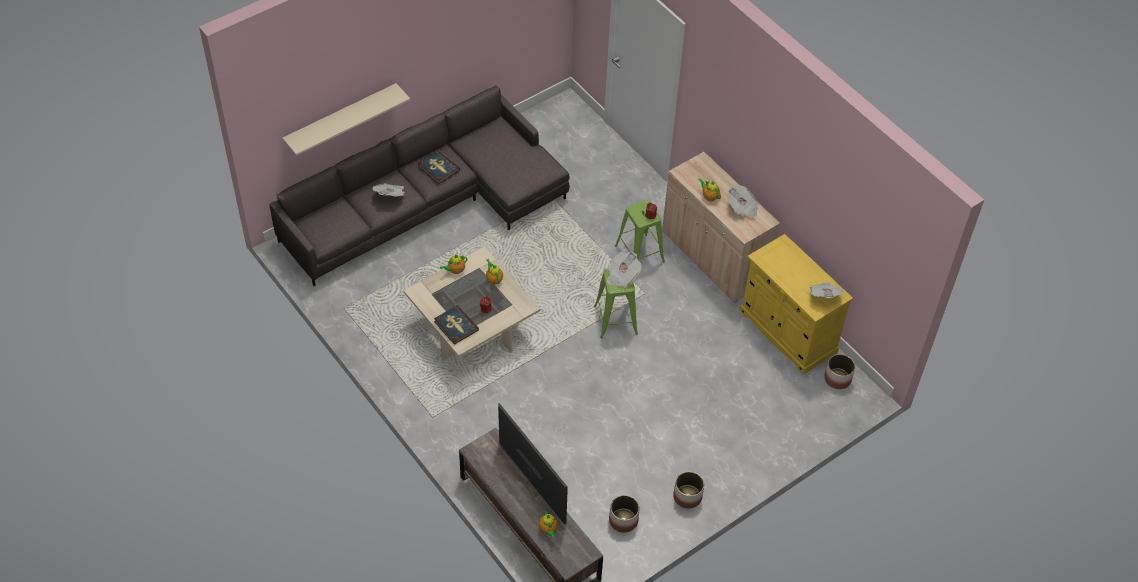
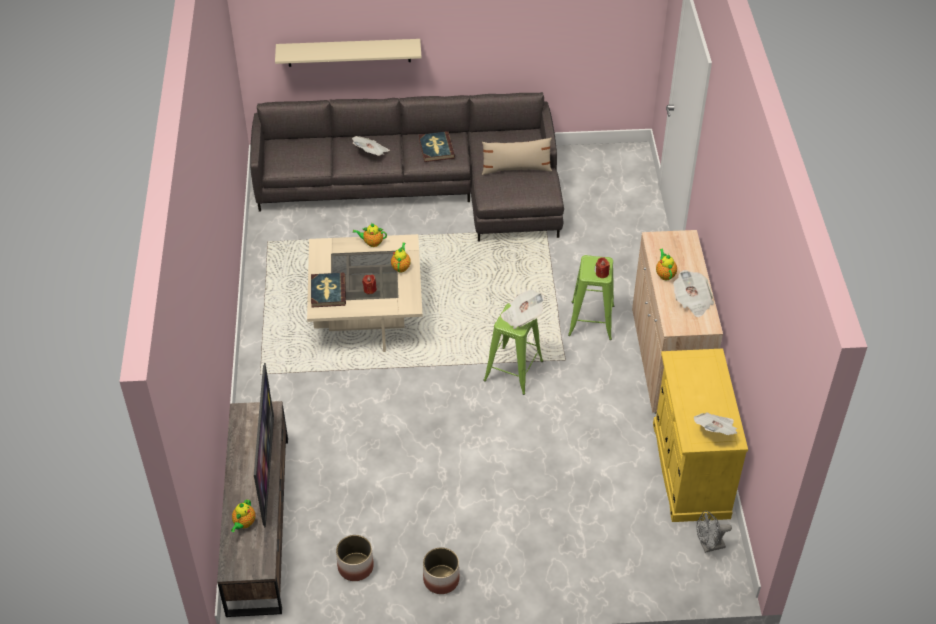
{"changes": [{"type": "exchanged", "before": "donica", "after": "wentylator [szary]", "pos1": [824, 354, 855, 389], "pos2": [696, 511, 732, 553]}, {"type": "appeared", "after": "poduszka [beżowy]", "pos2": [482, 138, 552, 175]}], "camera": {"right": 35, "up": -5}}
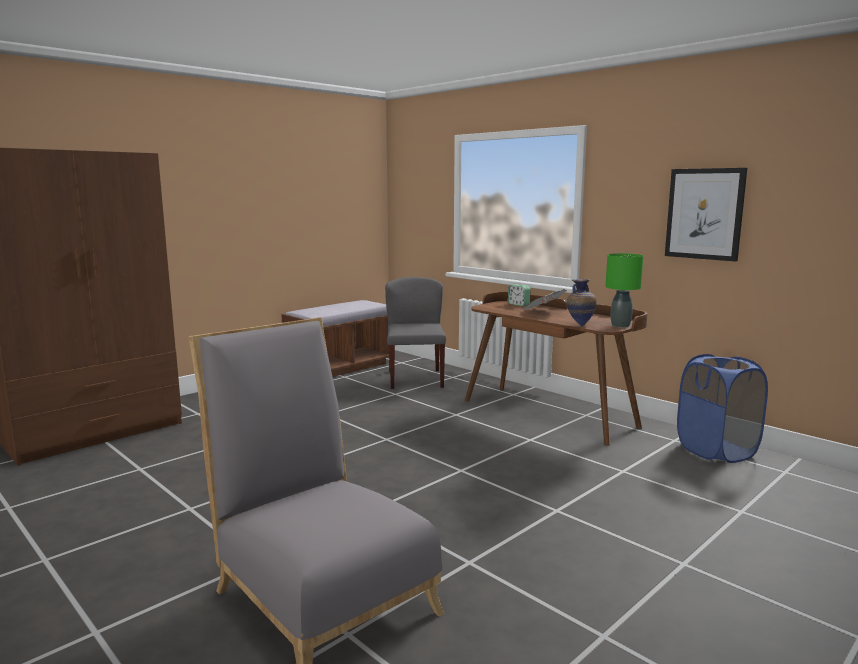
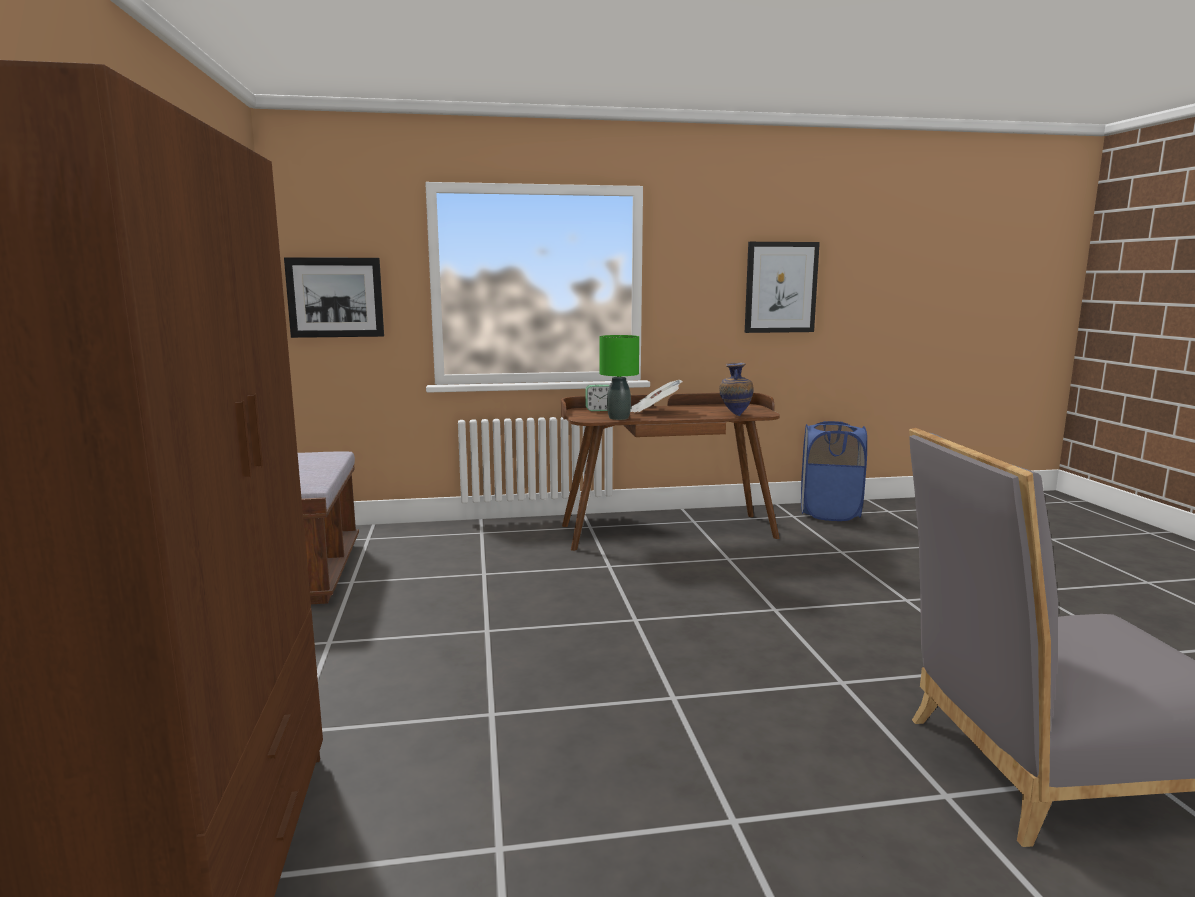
{"changes": [{"type": "missing", "before": "krzesło [szary]", "pos1": [385, 277, 446, 389]}, {"type": "relocated", "before": "lampa stołowa [zielony]", "pos1": [606, 253, 643, 327], "pos2": [600, 335, 639, 420]}, {"type": "appeared", "after": "obraz", "pos2": [284, 257, 384, 338]}], "camera": {"right": -55, "up": 0}}
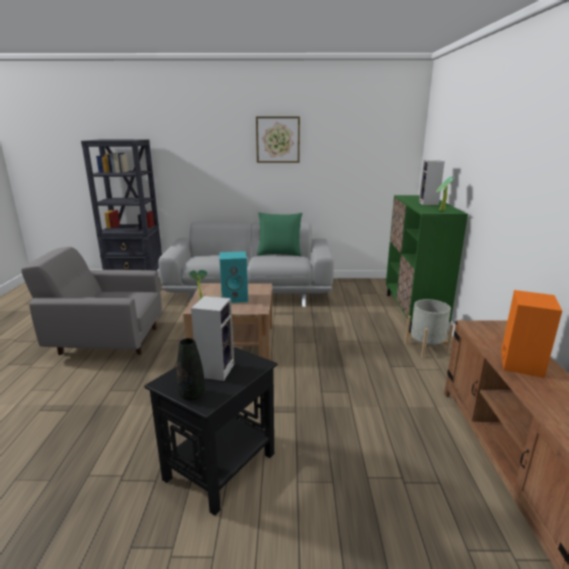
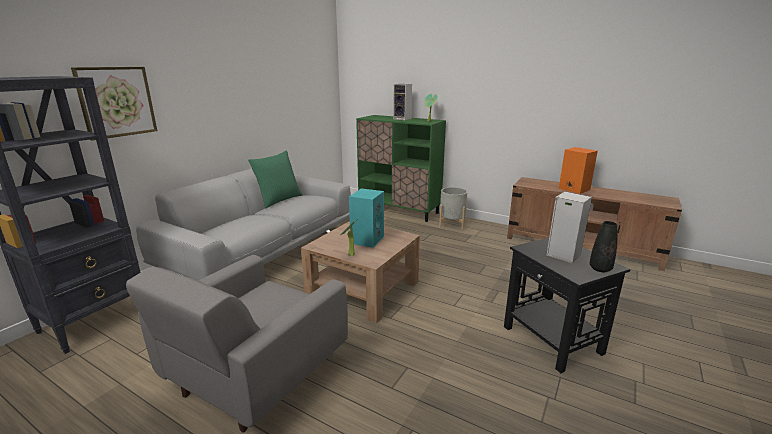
{"changes": [{"type": "relocated", "before": "obraz", "pos1": [256, 117, 300, 163], "pos2": [71, 67, 157, 141]}], "camera": {"right": -60, "up": 0}}
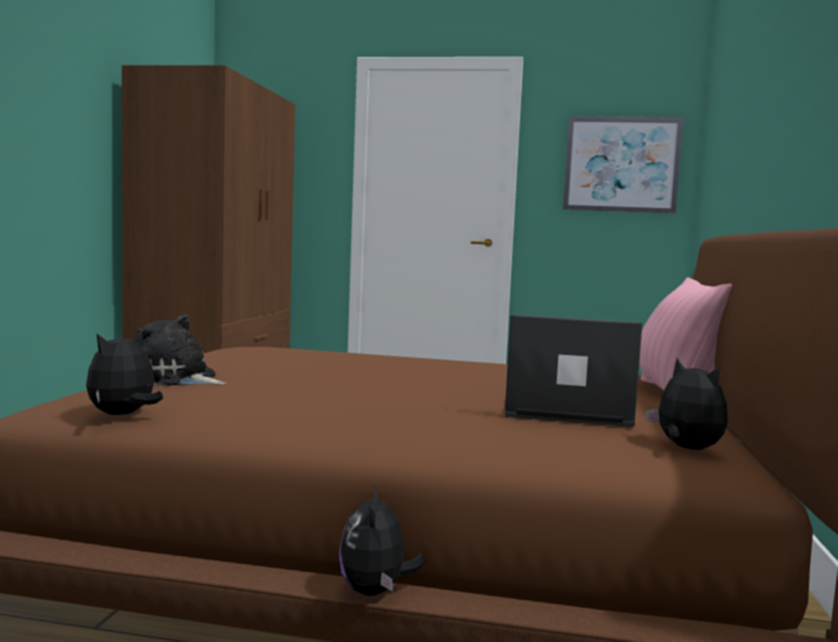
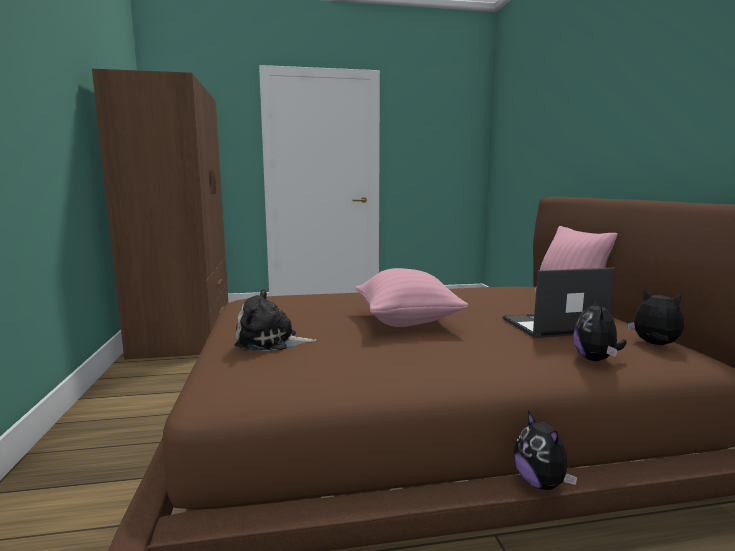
{"changes": [{"type": "relocated", "before": "pluszak", "pos1": [86, 330, 163, 415], "pos2": [574, 298, 627, 361]}, {"type": "missing", "before": "obraz", "pos1": [563, 116, 684, 214]}, {"type": "appeared", "after": "poduszka [różowy]", "pos2": [355, 268, 468, 327]}], "camera": {"right": -20, "up": 5}}
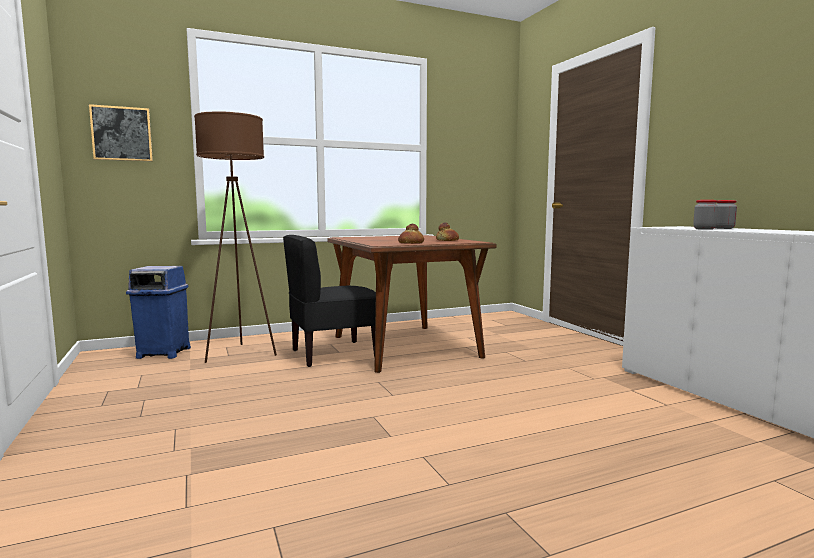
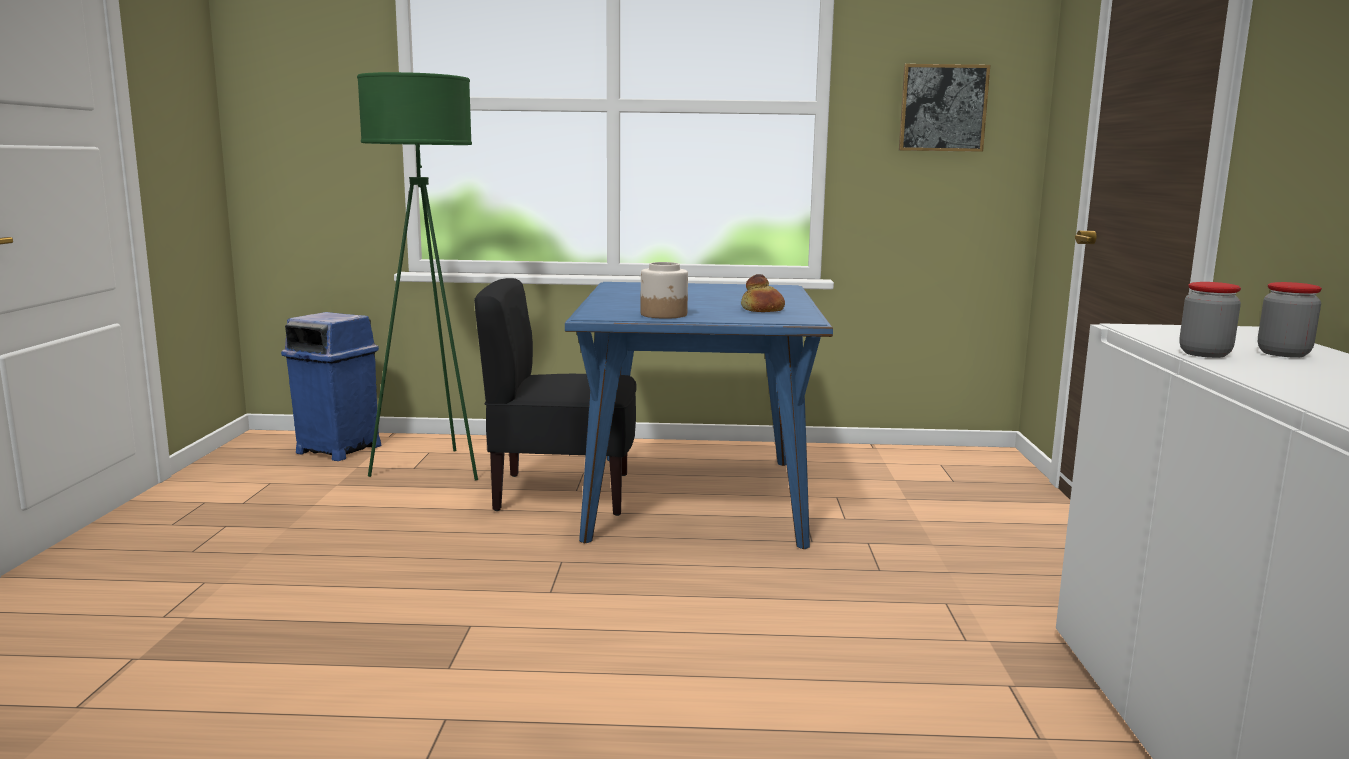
{"changes": [{"type": "relocated", "before": "obraz", "pos1": [89, 104, 153, 161], "pos2": [899, 64, 990, 152]}, {"type": "colour", "before": "lampa stojąca [brązowy]", "after": "lampa stojąca [zielony]", "pos1": [194, 111, 277, 363], "pos2": [357, 72, 478, 480]}, {"type": "colour", "before": "stół jadalny [brązowy]", "after": "stół jadalny [niebieski]", "pos1": [327, 235, 496, 373], "pos2": [565, 282, 833, 549]}, {"type": "exchanged", "before": "chleb", "after": "słoik", "pos1": [398, 224, 424, 244], "pos2": [641, 262, 688, 319]}], "camera": {"right": 25, "up": 5}}
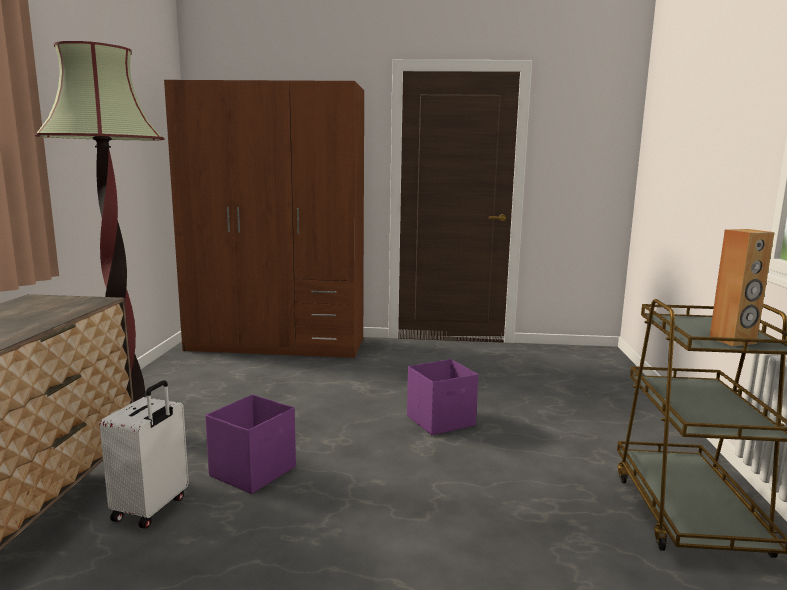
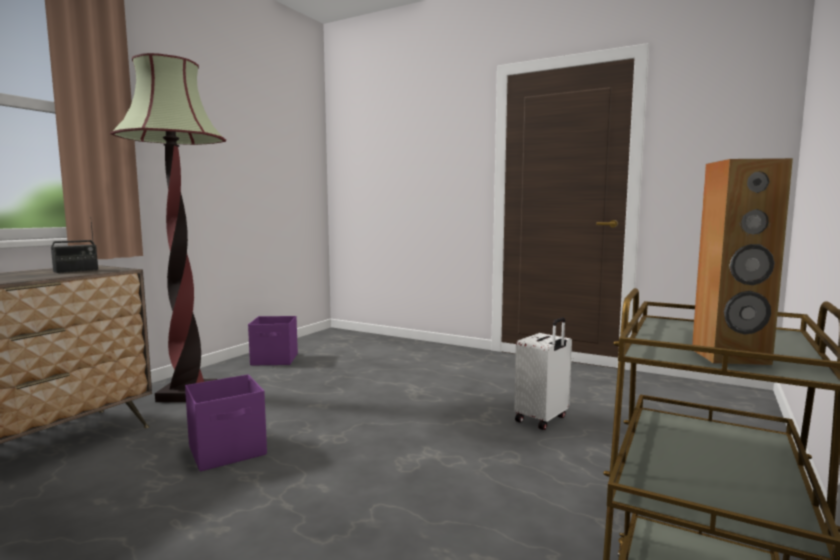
{"changes": [{"type": "relocated", "before": "walizka [biały]", "pos1": [99, 380, 189, 529], "pos2": [514, 317, 572, 430]}, {"type": "missing", "before": "szafa [brązowy]", "pos1": [164, 80, 364, 358]}, {"type": "relocated", "before": "pojemnik do przechowywania [fioletowy]", "pos1": [407, 359, 478, 435], "pos2": [248, 316, 298, 365]}, {"type": "appeared", "after": "radio", "pos2": [51, 222, 98, 273]}], "camera": {"right": 25, "up": -5}}
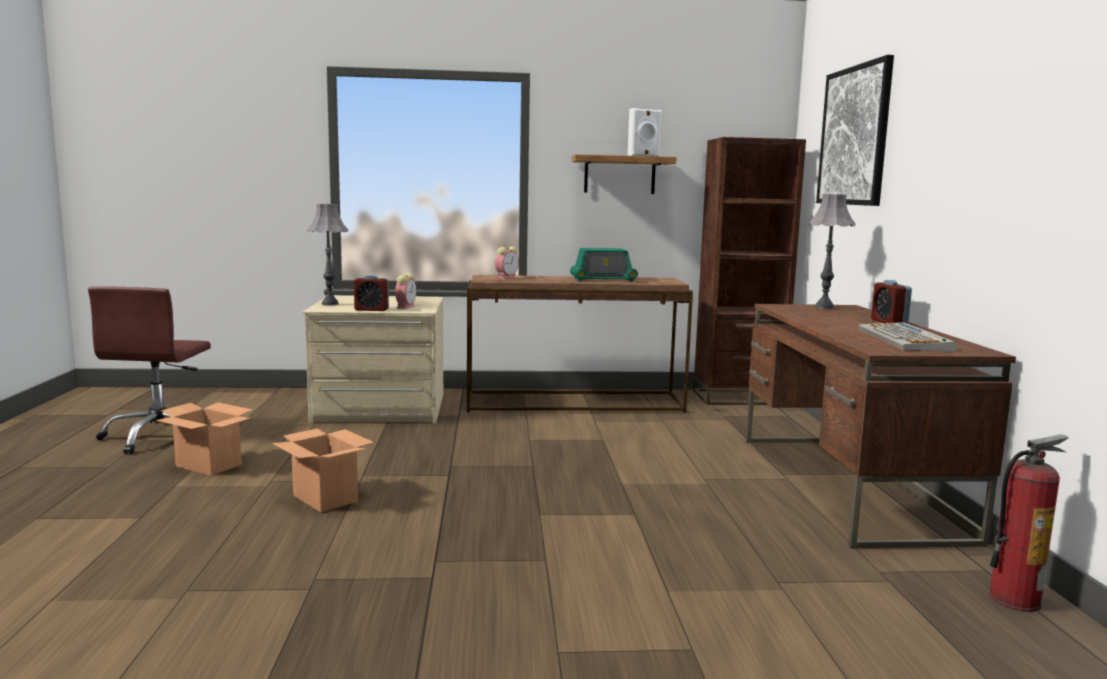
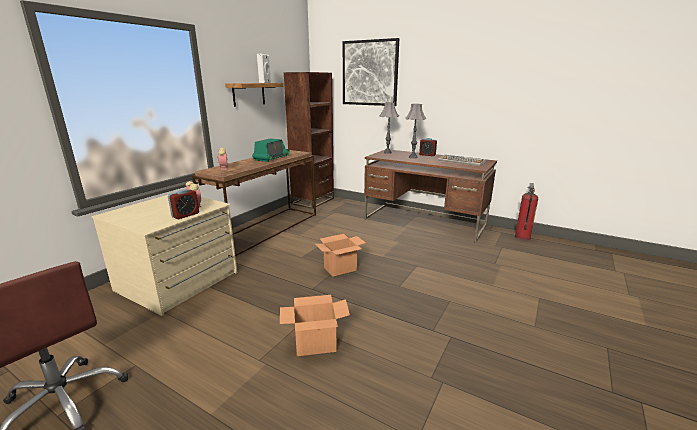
{"changes": [{"type": "relocated", "before": "karton", "pos1": [156, 402, 252, 476], "pos2": [315, 234, 366, 277]}, {"type": "relocated", "before": "lampa stołowa [szary]", "pos1": [307, 204, 348, 306], "pos2": [405, 104, 426, 159]}], "camera": {"right": -55, "up": 10}}
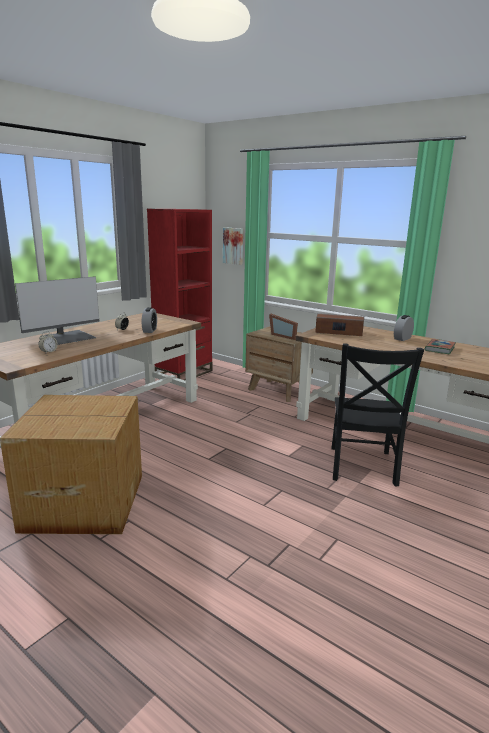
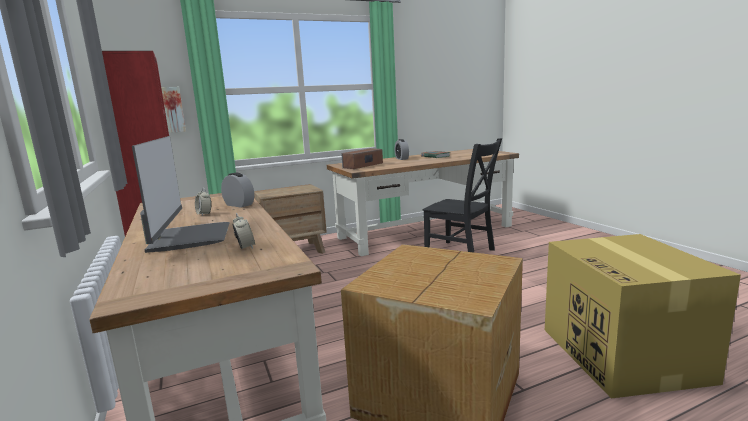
{"changes": [{"type": "missing", "before": "ramka na zdjęcie", "pos1": [269, 314, 298, 340]}, {"type": "appeared", "after": "karton", "pos2": [545, 234, 741, 398]}], "camera": {"right": -60, "up": -5}}
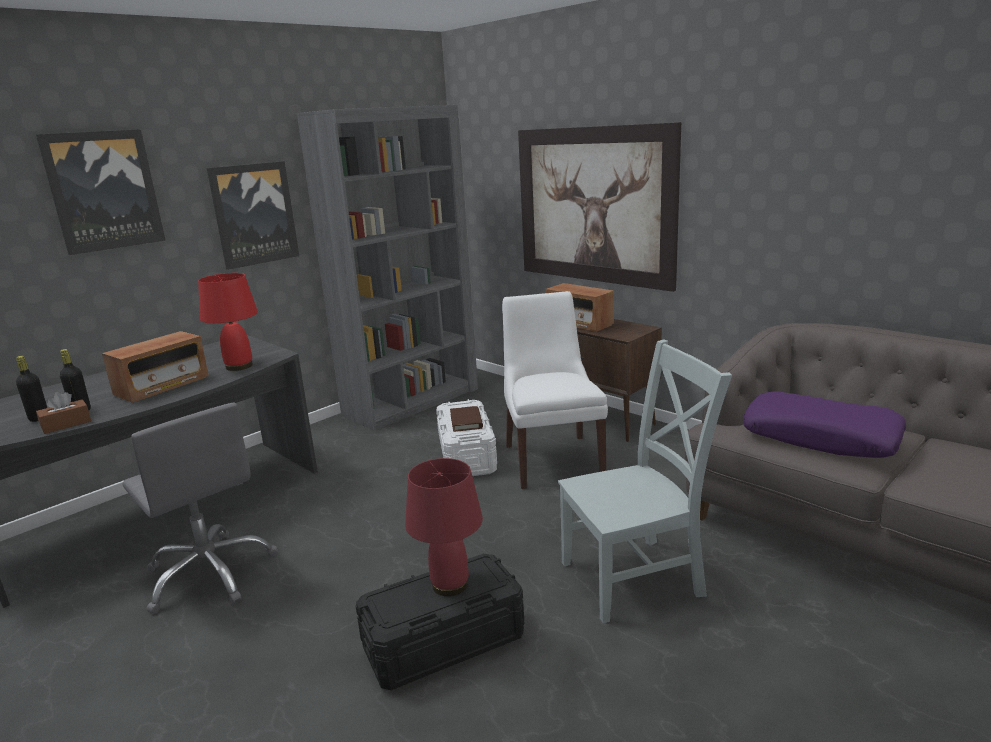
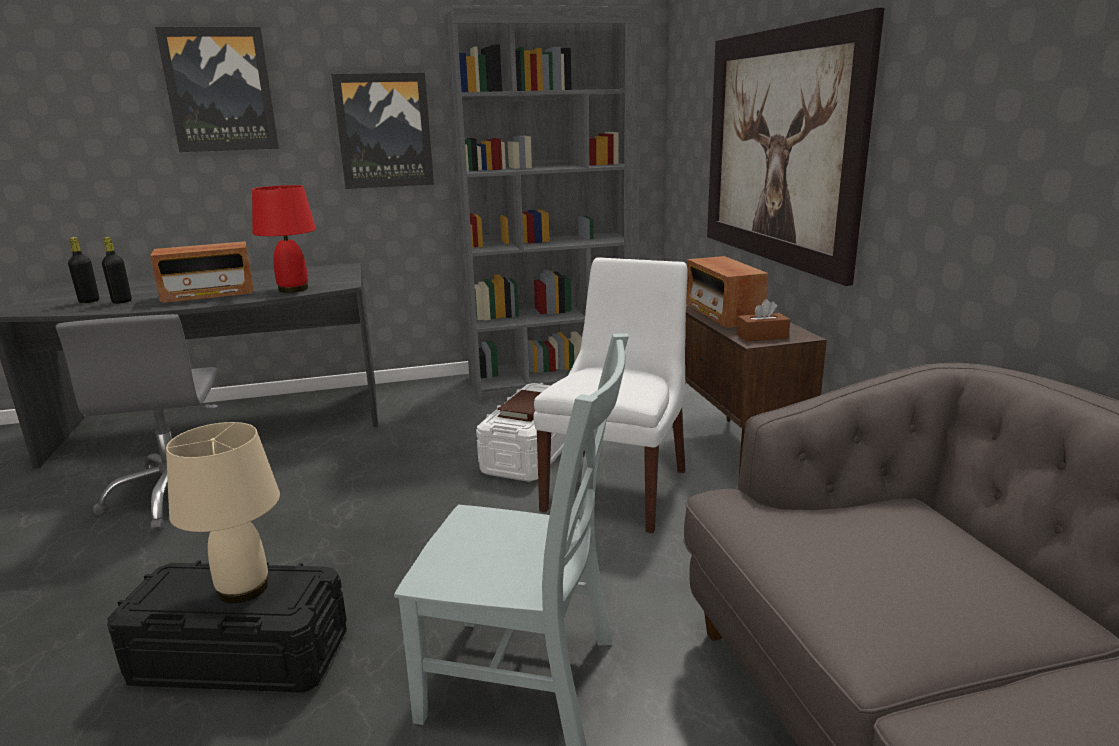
{"changes": [{"type": "relocated", "before": "pudełko chusteczek [brązowy]", "pos1": [36, 392, 91, 434], "pos2": [737, 299, 790, 341]}, {"type": "colour", "before": "lampa stołowa [czerwony]", "after": "lampa stołowa [beżowy]", "pos1": [405, 458, 483, 596], "pos2": [166, 422, 280, 603]}, {"type": "missing", "before": "poduszka [fioletowy]", "pos1": [743, 391, 906, 458]}], "camera": {"right": 30, "up": 0}}
